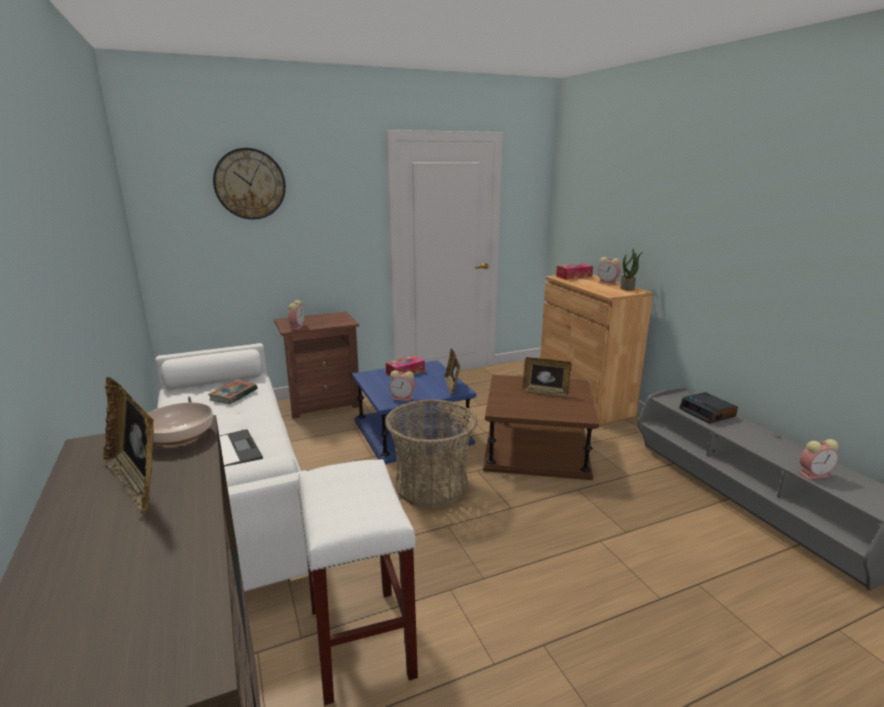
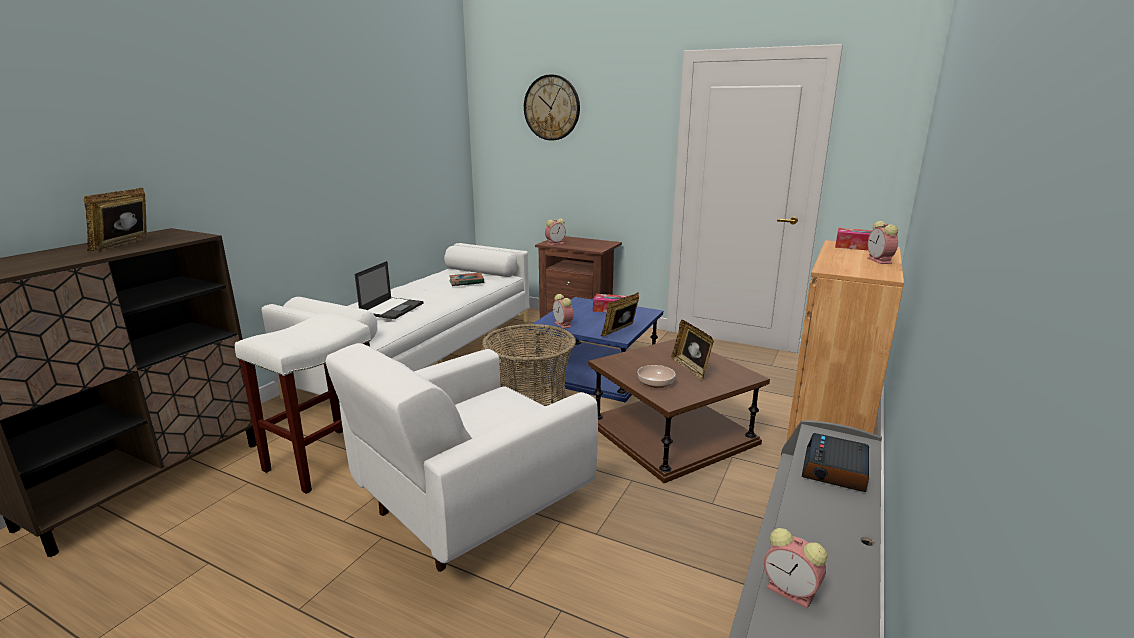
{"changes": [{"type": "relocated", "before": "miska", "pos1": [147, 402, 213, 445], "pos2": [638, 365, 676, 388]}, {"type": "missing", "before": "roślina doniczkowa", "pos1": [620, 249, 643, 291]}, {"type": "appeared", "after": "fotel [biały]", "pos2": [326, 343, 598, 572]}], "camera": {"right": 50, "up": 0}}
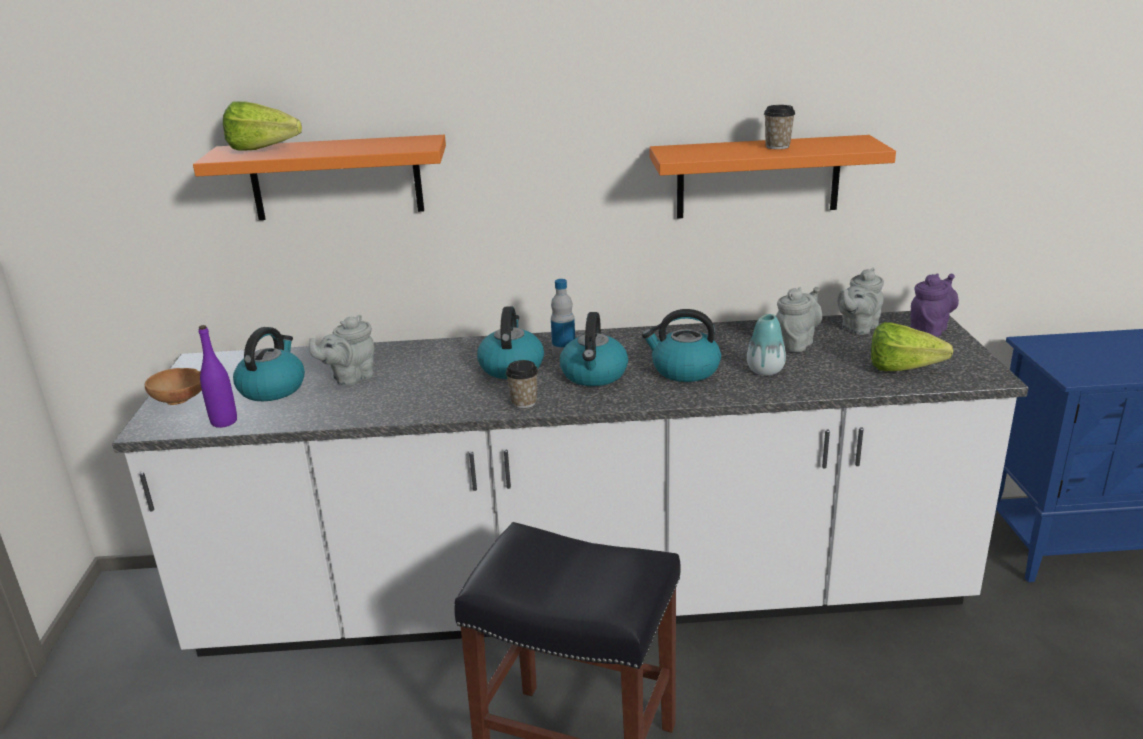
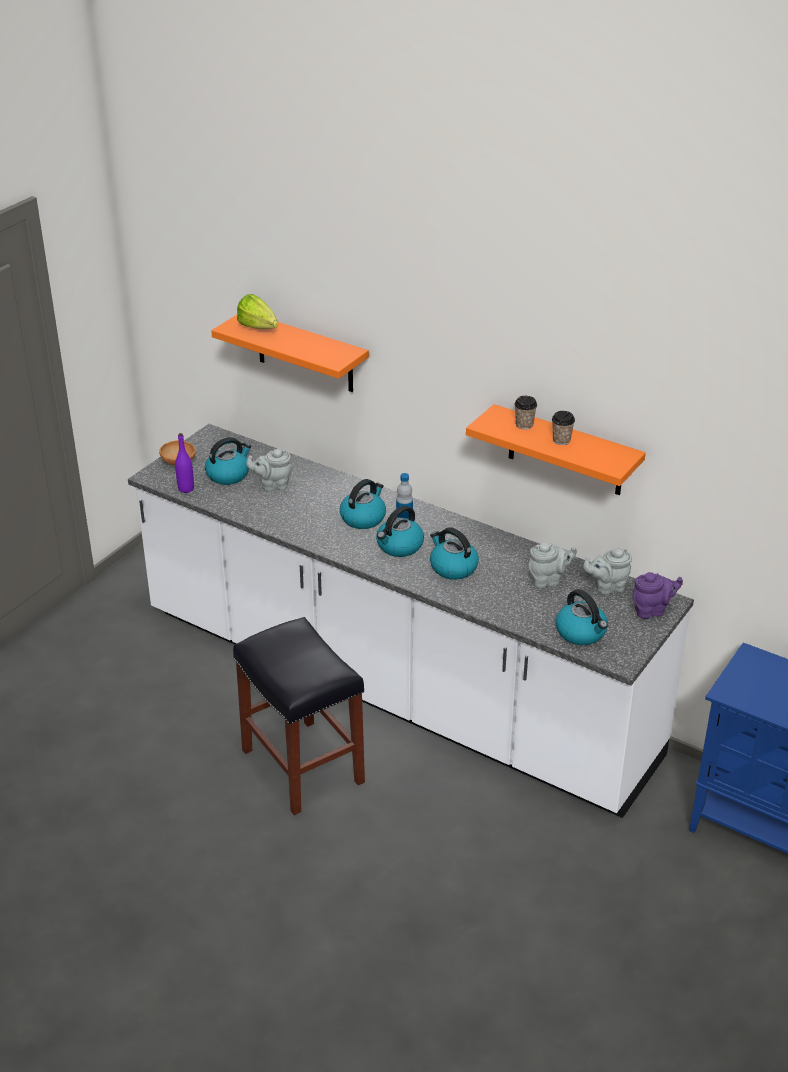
{"changes": [{"type": "relocated", "before": "filiżanka", "pos1": [506, 360, 538, 408], "pos2": [515, 396, 537, 429]}, {"type": "missing", "before": "wazon", "pos1": [747, 314, 786, 376]}, {"type": "exchanged", "before": "sałata", "after": "czajnik", "pos1": [871, 322, 953, 371], "pos2": [556, 589, 608, 645]}], "camera": {"right": 35, "up": 10}}
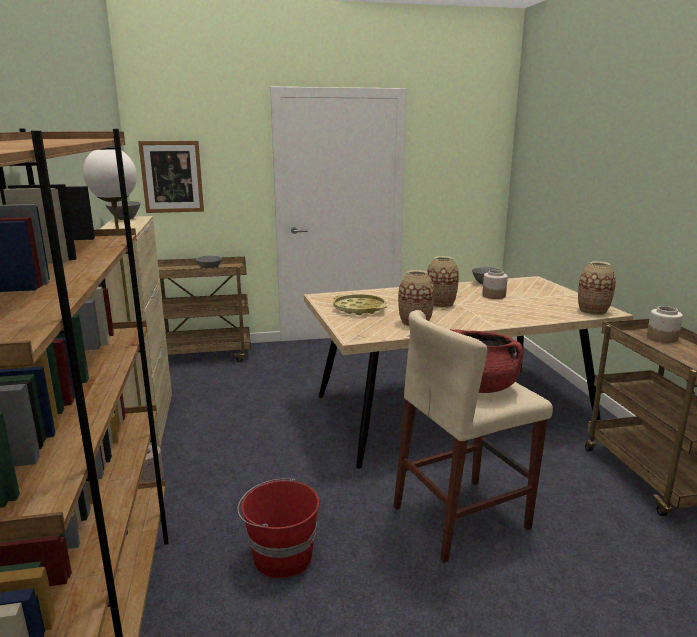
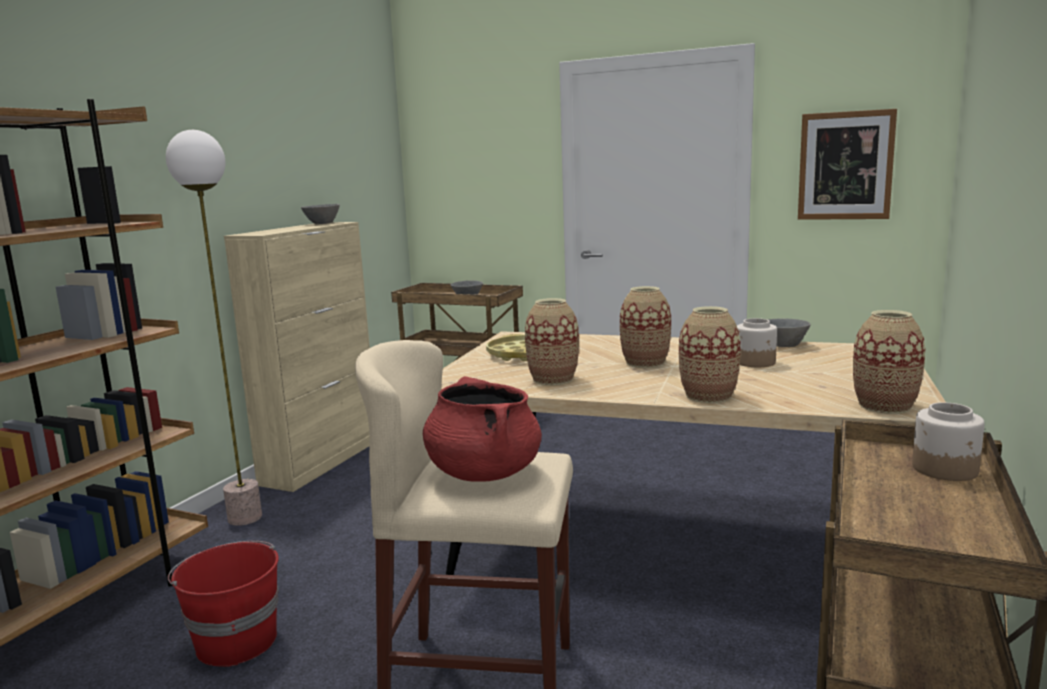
{"changes": [{"type": "relocated", "before": "obraz", "pos1": [138, 141, 204, 213], "pos2": [798, 109, 897, 220]}, {"type": "appeared", "after": "wazon", "pos2": [679, 306, 740, 403]}], "camera": {"right": 35, "up": -5}}
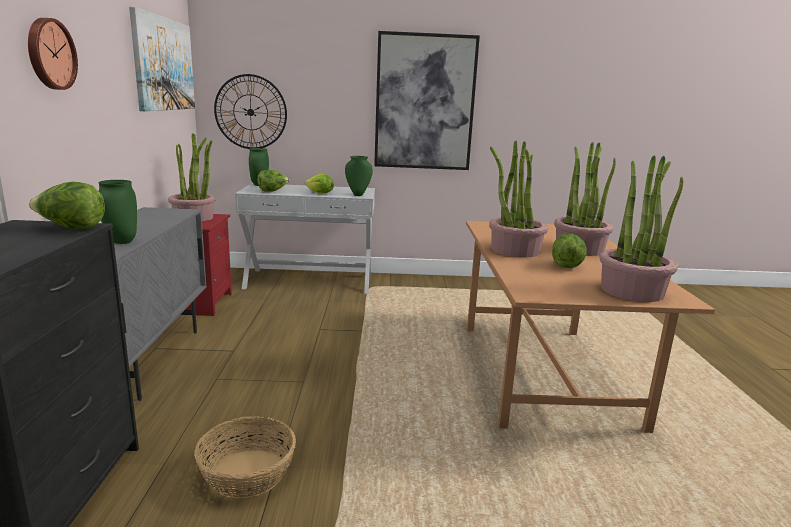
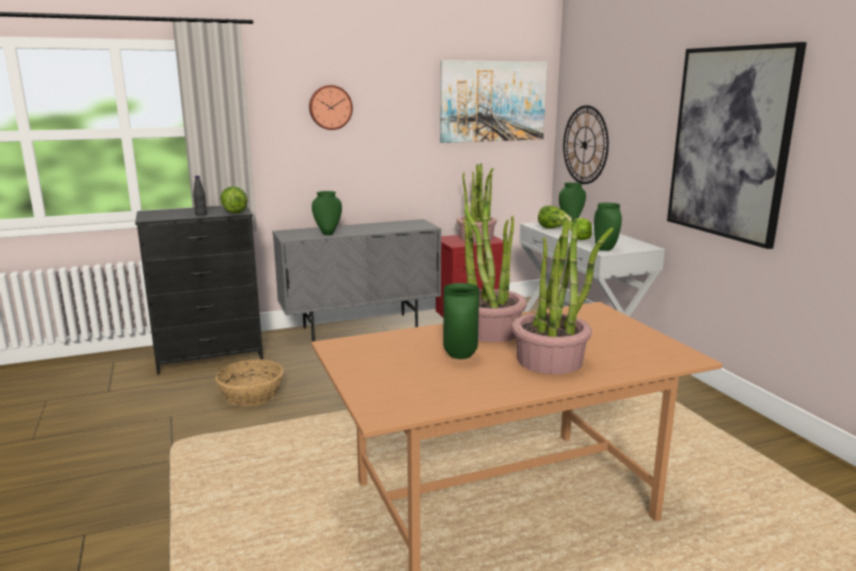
{"changes": [{"type": "exchanged", "before": "sałata", "after": "wazon [zielony]", "pos1": [552, 234, 587, 268], "pos2": [443, 283, 479, 359]}, {"type": "missing", "before": "roślina doniczkowa", "pos1": [600, 156, 683, 302]}, {"type": "appeared", "after": "butelka [czarny]", "pos2": [193, 176, 207, 216]}], "camera": {"right": 70, "up": 0}}
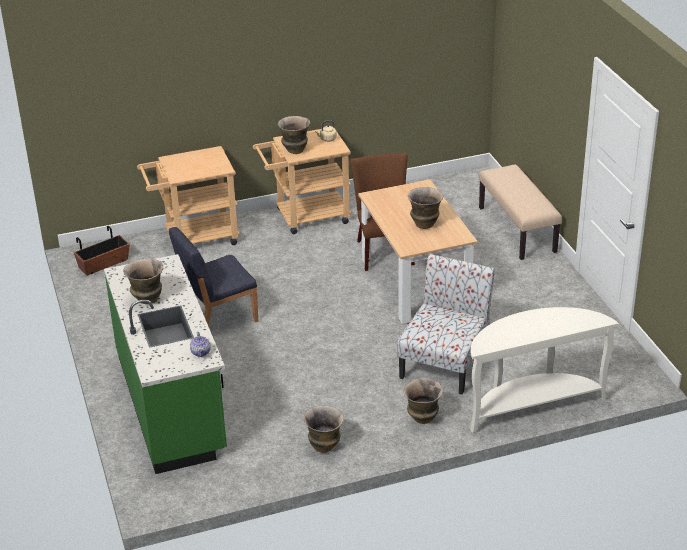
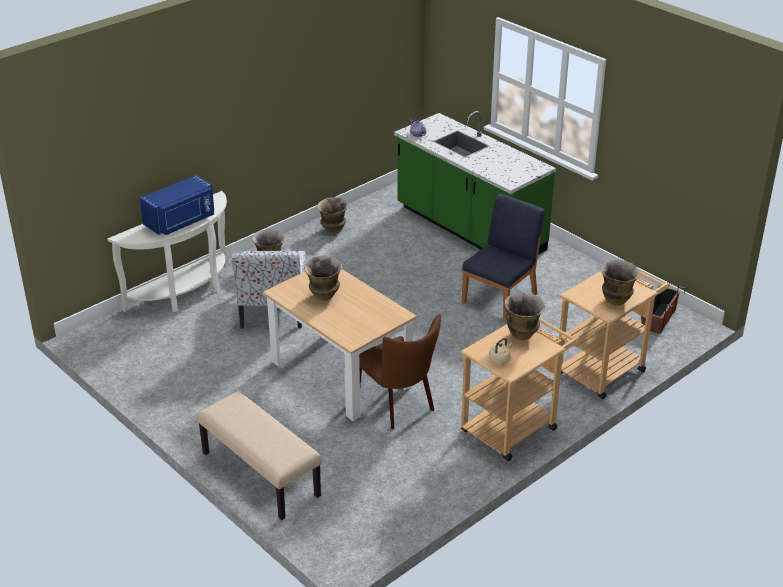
{"changes": [{"type": "relocated", "before": "wazon", "pos1": [123, 258, 163, 304], "pos2": [601, 260, 640, 306]}, {"type": "appeared", "after": "mikrofalówka [niebieski]", "pos2": [140, 175, 214, 235]}], "camera": {"right": 155, "up": 0}}
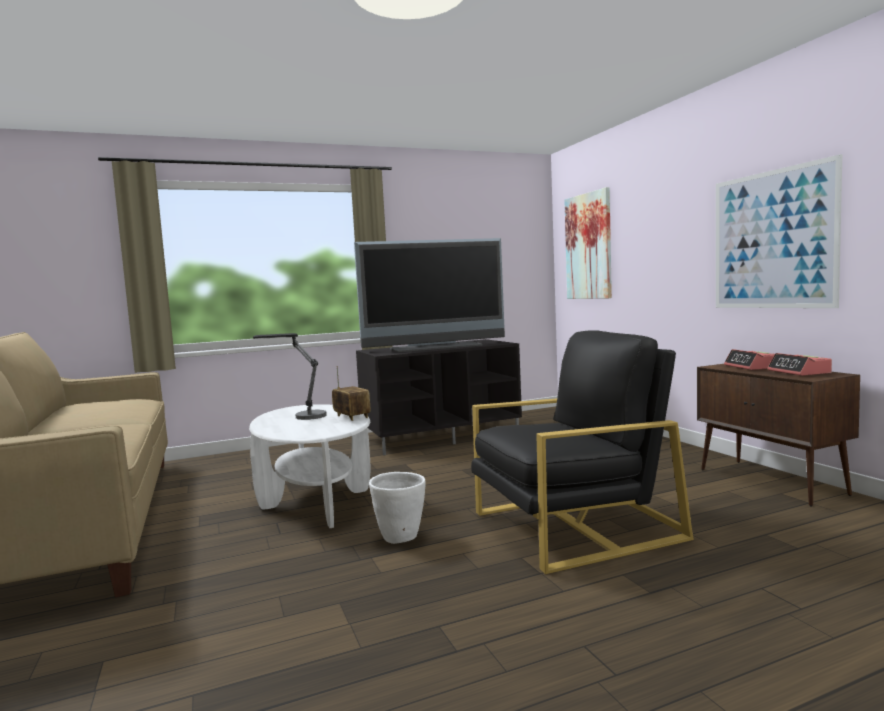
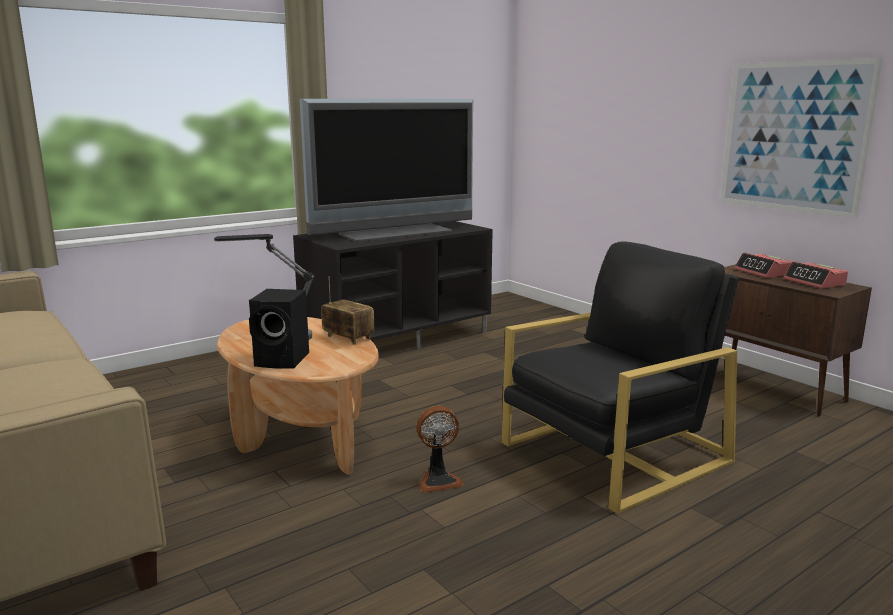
{"changes": [{"type": "colour", "before": "ława [biały]", "after": "ława [brązowy]", "pos1": [249, 404, 370, 528], "pos2": [217, 317, 379, 475]}, {"type": "exchanged", "before": "donica [biały]", "after": "wentylator", "pos1": [369, 472, 426, 544], "pos2": [417, 406, 464, 493]}, {"type": "missing", "before": "obraz", "pos1": [564, 187, 612, 299]}, {"type": "appeared", "after": "głośnik [czarny]", "pos2": [249, 289, 309, 369]}], "camera": {"right": -15, "up": 10}}
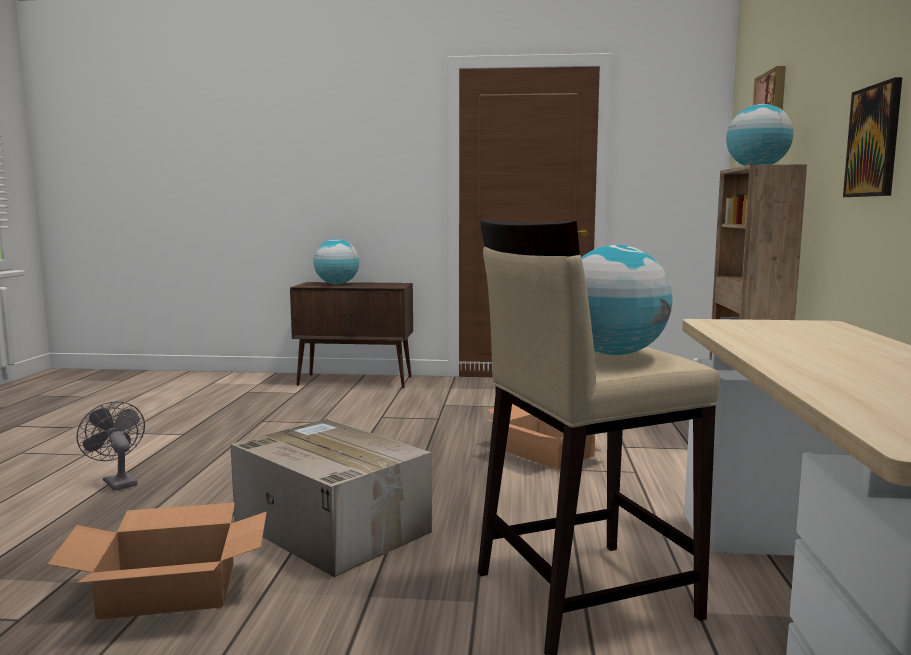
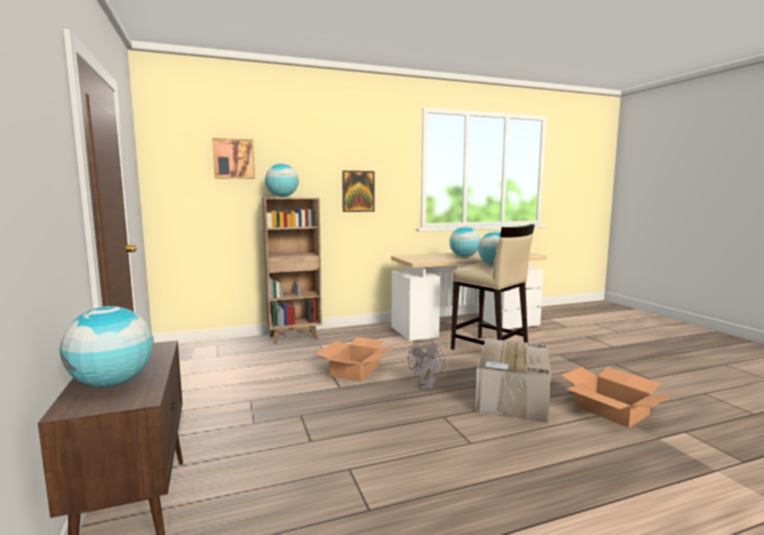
{"changes": [{"type": "relocated", "before": "wentylator [szary]", "pos1": [76, 401, 145, 491], "pos2": [408, 340, 445, 390]}, {"type": "appeared", "after": "globus", "pos2": [449, 227, 480, 257]}], "camera": {"right": -115, "up": 0}}
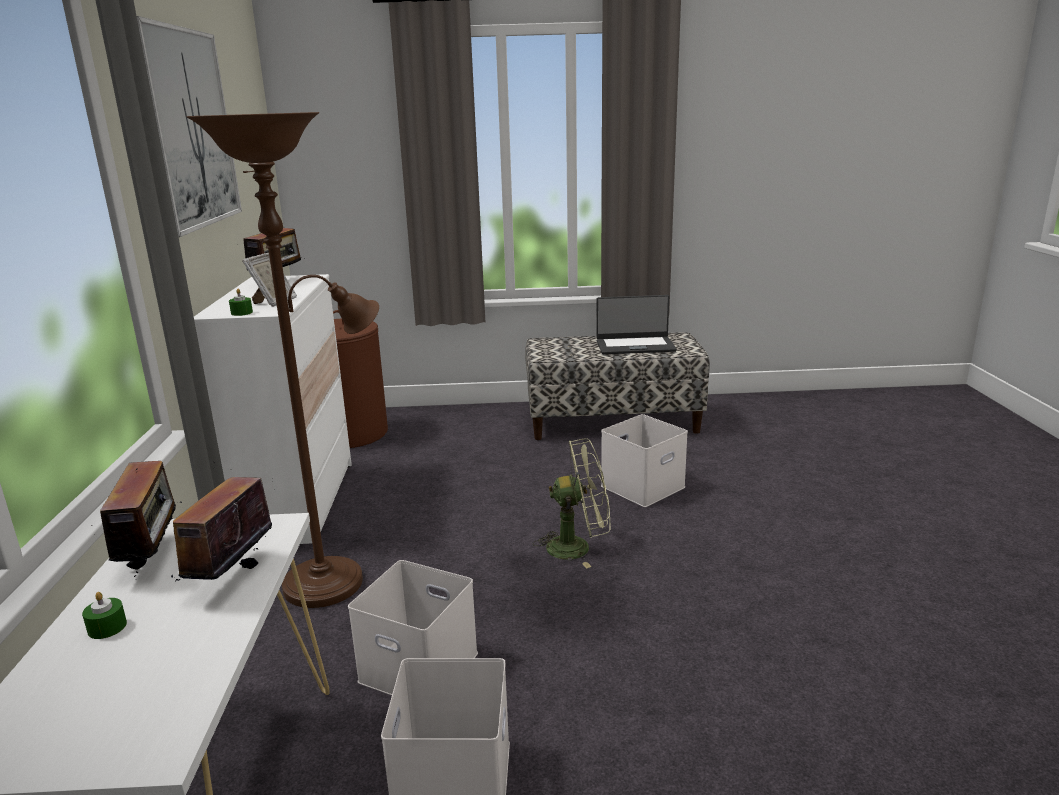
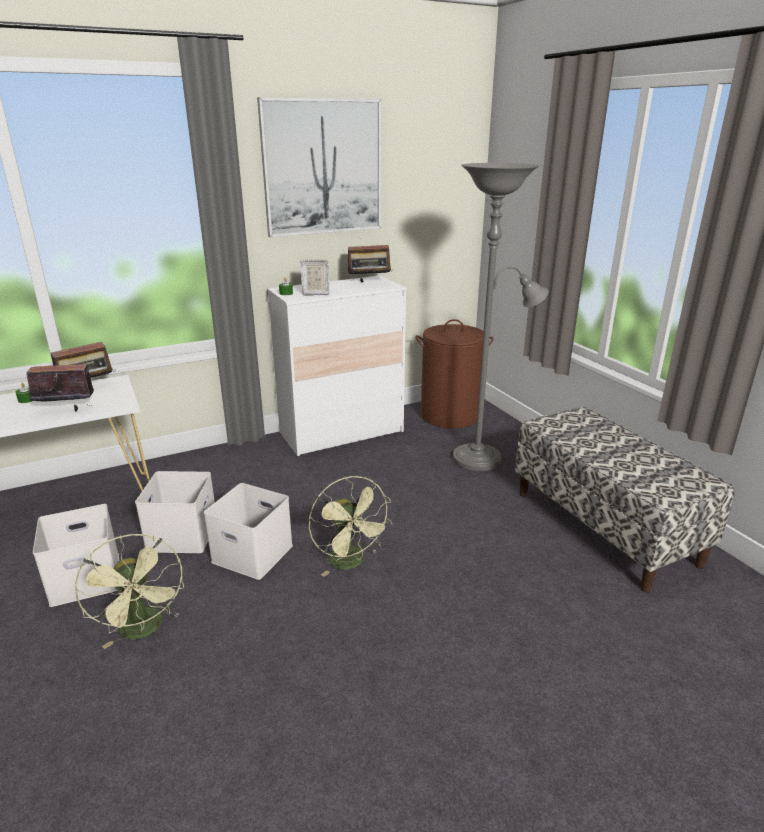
{"changes": [{"type": "missing", "before": "lampa stojąca [brązowy]", "pos1": [186, 112, 379, 608]}, {"type": "missing", "before": "laptop", "pos1": [596, 295, 677, 354]}, {"type": "relocated", "before": "pojemnik do przechowywania [biały]", "pos1": [601, 414, 688, 507], "pos2": [204, 483, 293, 580]}, {"type": "appeared", "after": "wentylator [zielony]", "pos2": [75, 534, 184, 649]}, {"type": "appeared", "after": "lampa stojąca [szary]", "pos2": [453, 163, 548, 471]}], "camera": {"right": 65, "up": 5}}
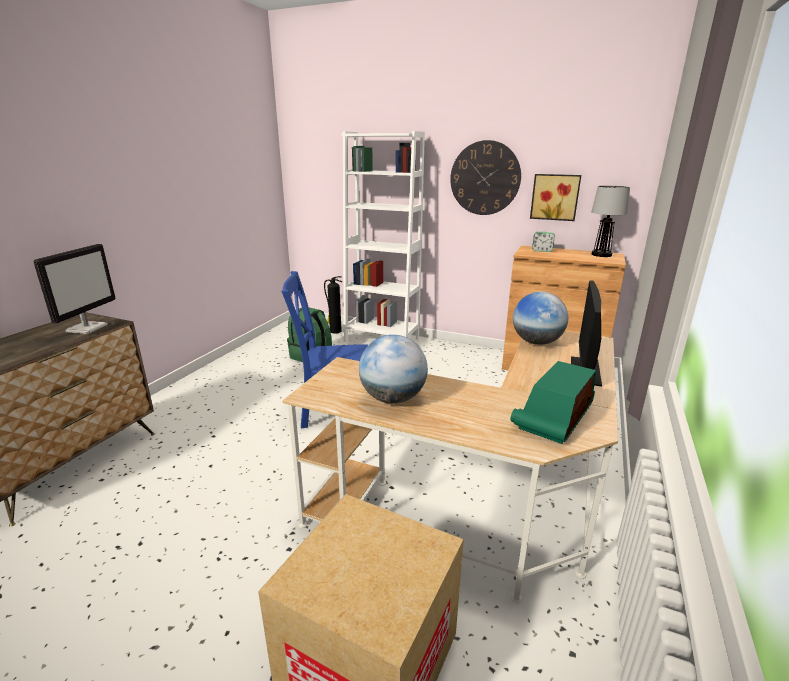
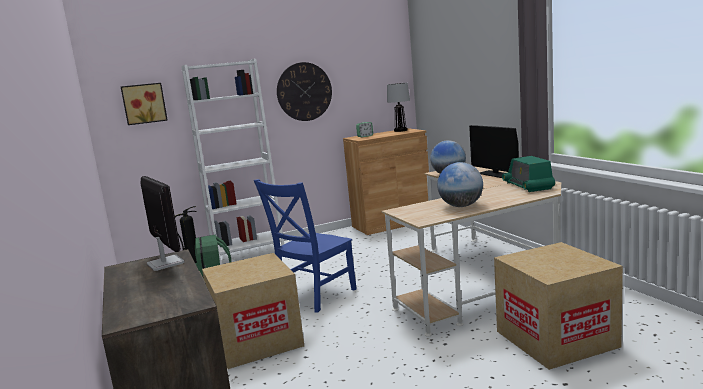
{"changes": [{"type": "relocated", "before": "obraz", "pos1": [530, 174, 581, 221], "pos2": [121, 83, 168, 125]}, {"type": "appeared", "after": "karton", "pos2": [202, 253, 304, 369]}], "camera": {"right": -45, "up": -10}}
